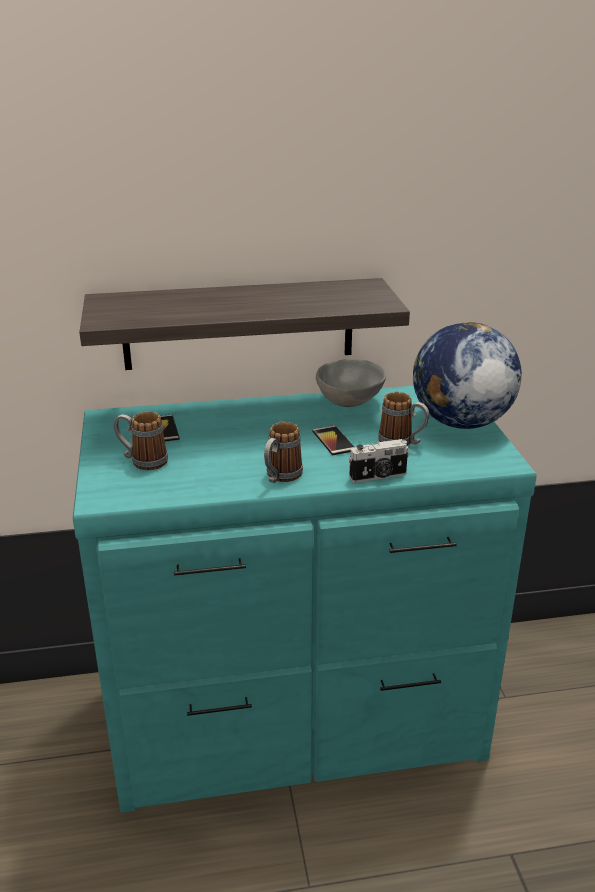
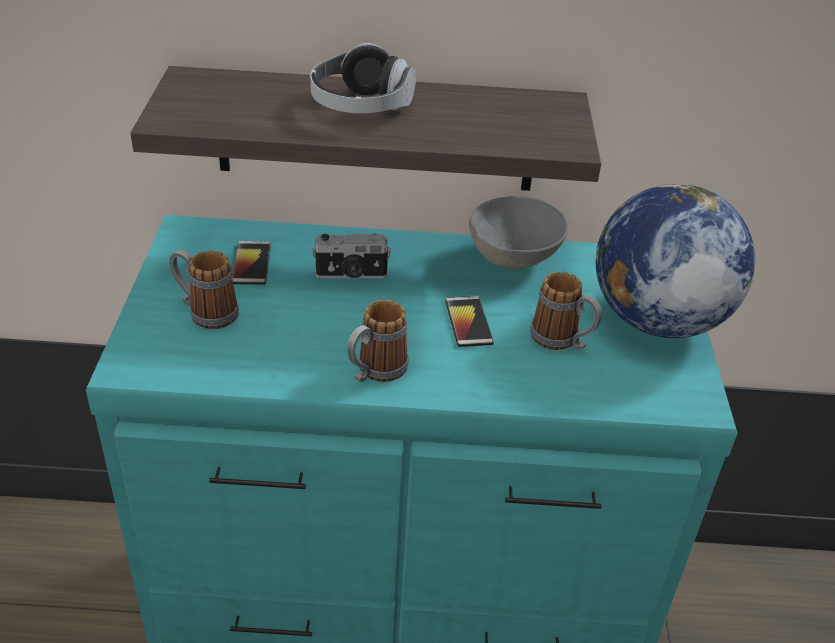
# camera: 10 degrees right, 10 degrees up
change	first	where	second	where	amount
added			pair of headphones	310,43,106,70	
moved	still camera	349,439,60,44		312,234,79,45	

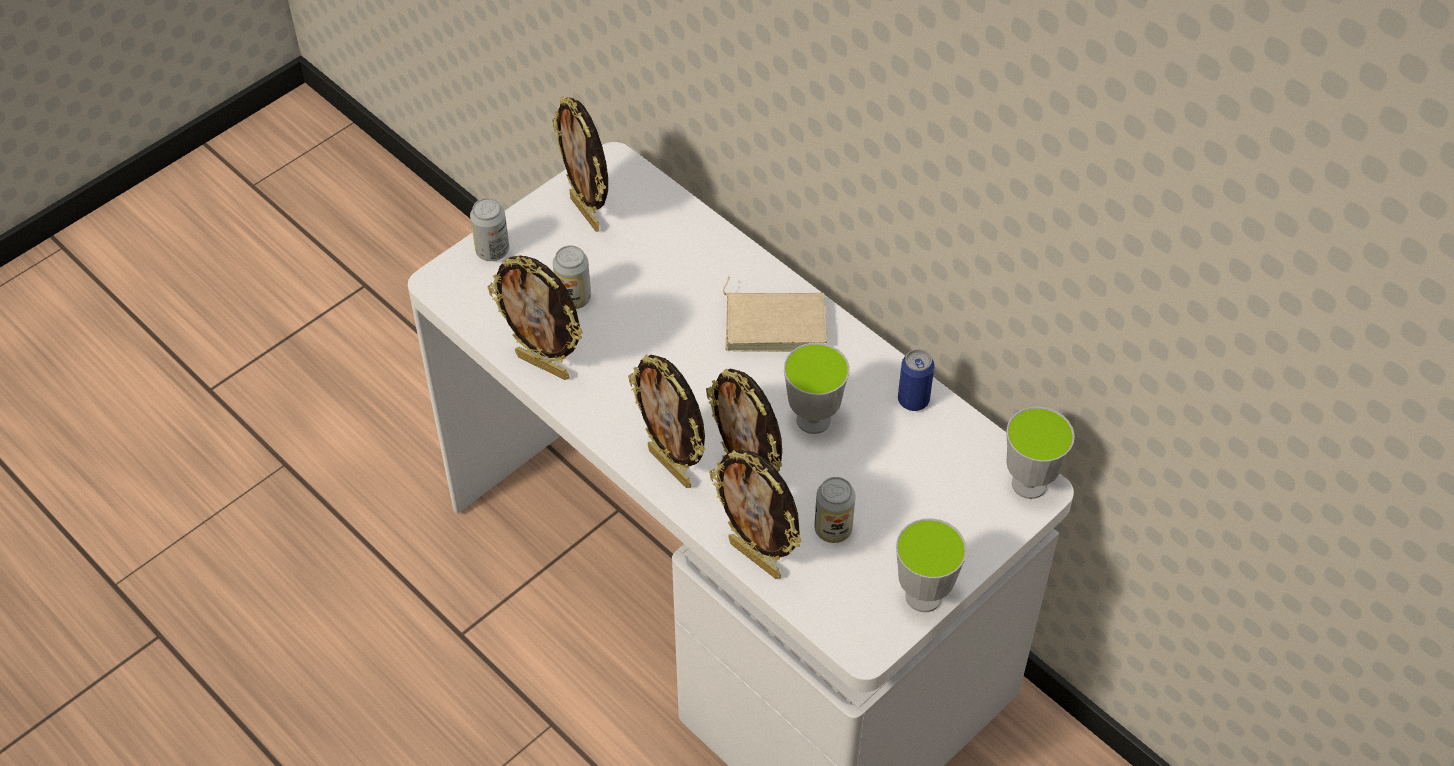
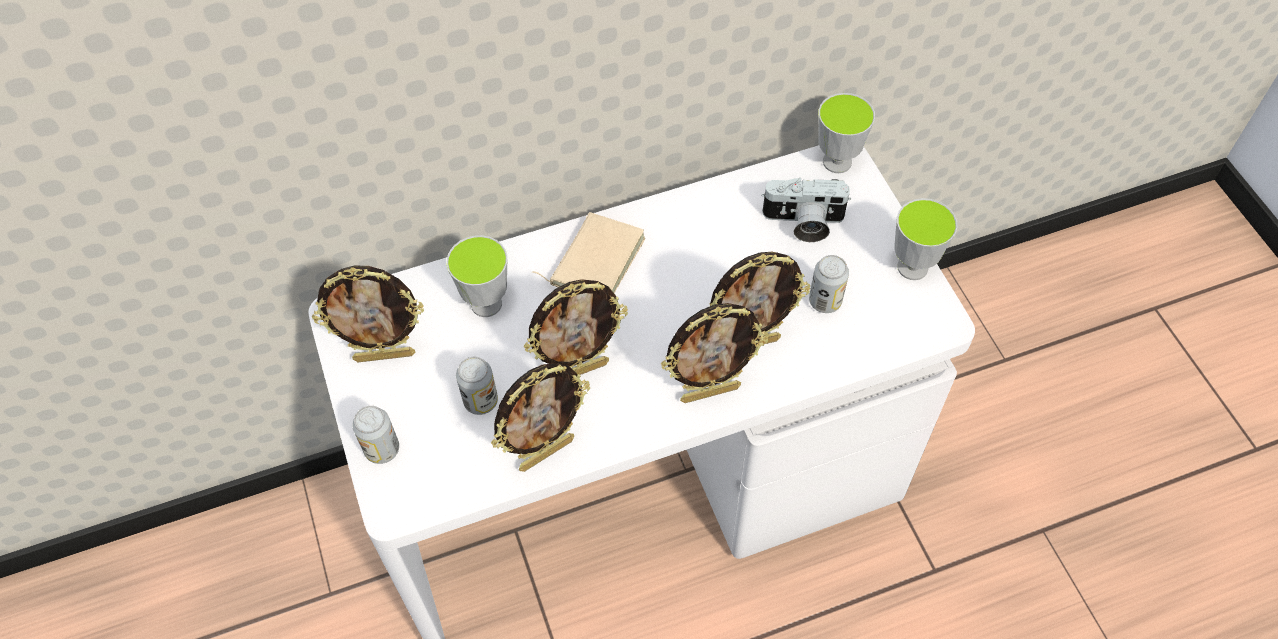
# camera: 65 degrees left, 5 degrees up
change	first	where	second	where	amount
moved	cup	784,343,66,91		446,235,62,82	
moved	standing frame	709,449,93,130		524,279,104,96	
added			still camera	761,178,90,64	
removed	metal can	898,349,36,62			

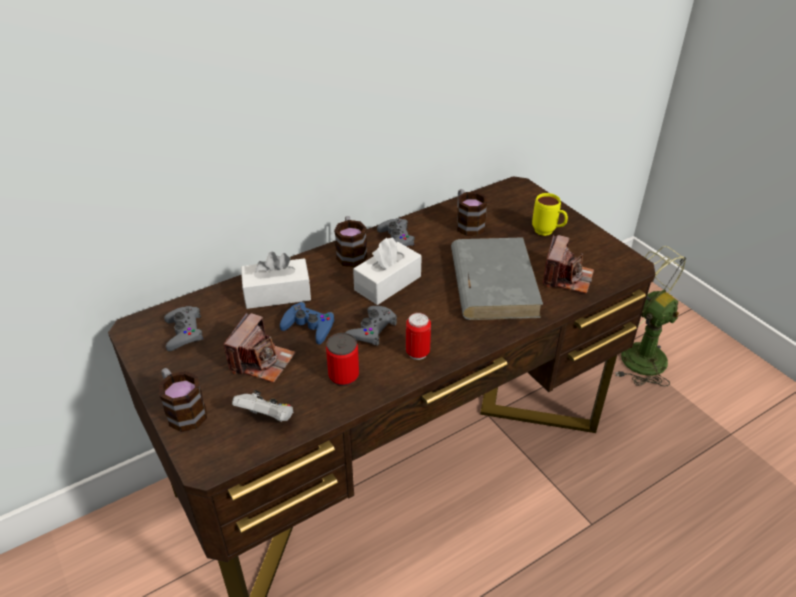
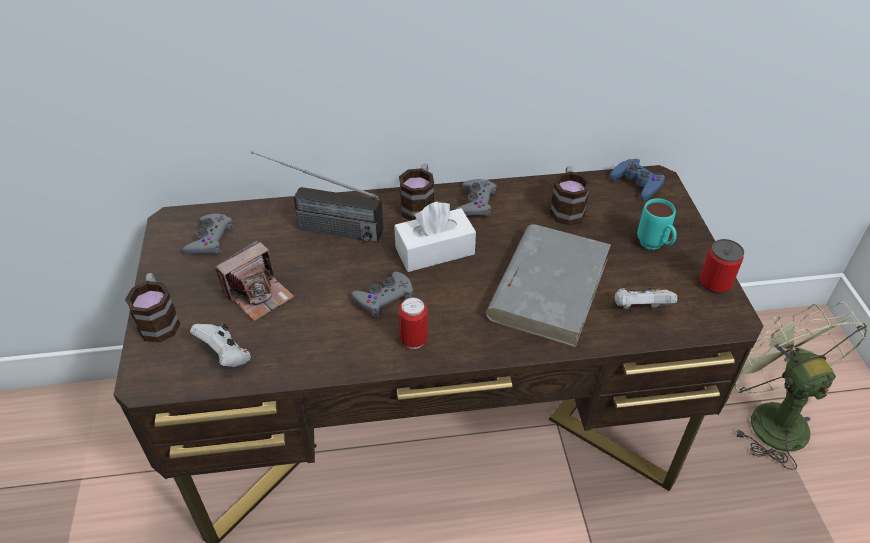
# camera: 25 degrees right, 5 degrees up
change	first	where	second	where	amount
replaced	white-coloured box of tissues	241,252,70,57	radio set	251,152,132,91	
moved	blue gamepad	280,302,54,43		610,159,55,42	
replaced	still camera	542,235,52,59	white-coloured gamepad	615,286,62,23	
recoloured	yellowish coffee mug	532,193,36,43	blue-green coffee mug	637,198,40,52	
moved	metal can	326,333,33,53		700,239,44,55	

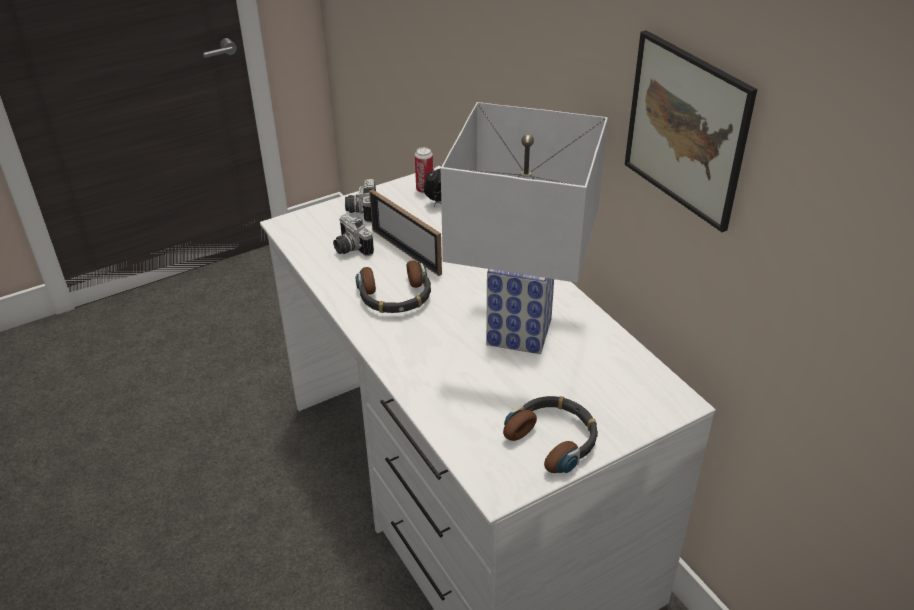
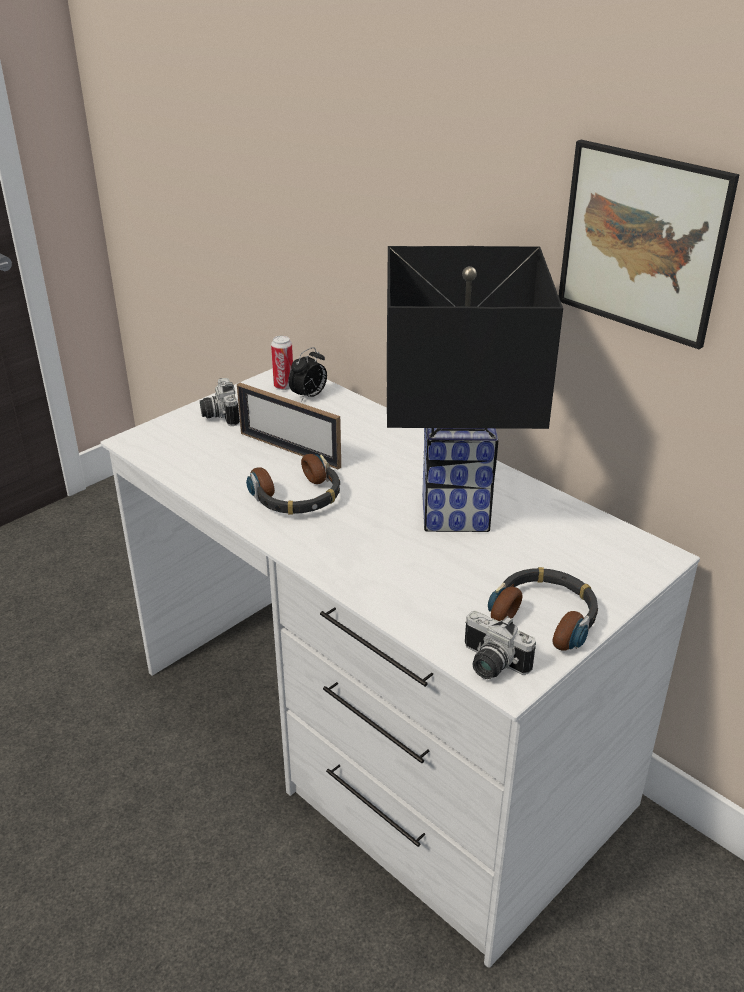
# camera: 15 degrees left, 5 degrees down
change	first	where	second	where	amount
recoloured	white-coloured table lamp	441,102,167,252	blackish table lamp	387,246,176,286	
moved	still camera	333,214,41,42		465,611,71,68	

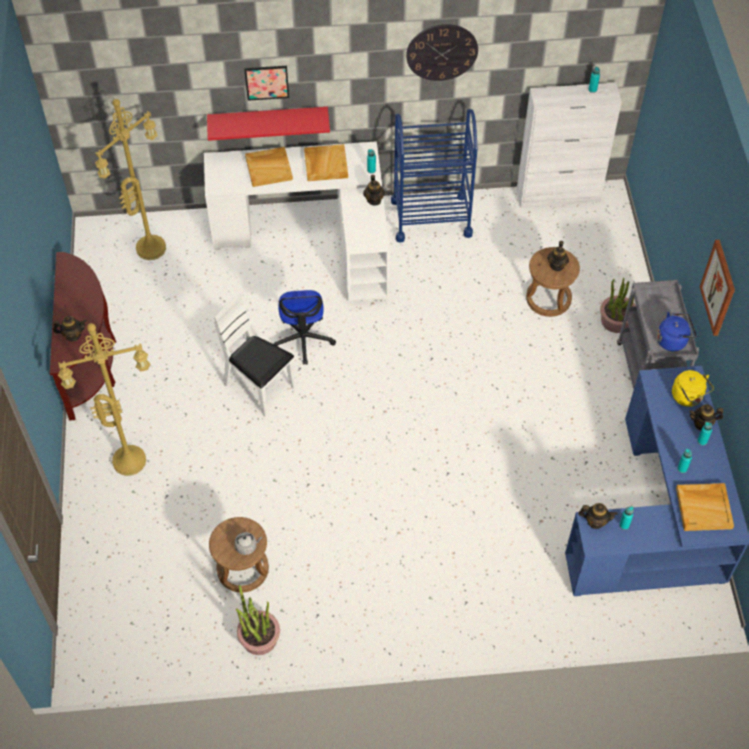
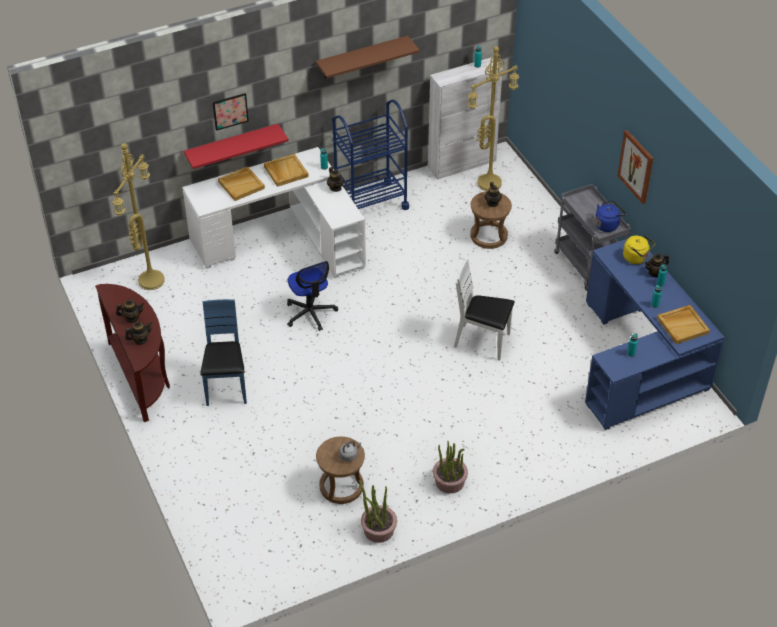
# camera: 20 degrees left, 10 degrees down
change	first	where	second	where	amount
moved	teapot	578,503,40,26		116,299,28,24	
added			blue chair	200,299,47,107	
replaced	hanging clock	406,24,72,57	brown wall shelf	316,36,104,42	
moved	plant in a pot	600,277,36,56		433,441,35,52	
moved	white-coloured chair	214,294,81,123		454,259,61,102	
moved	yellowish standing lamp	58,323,92,153		468,46,51,145	

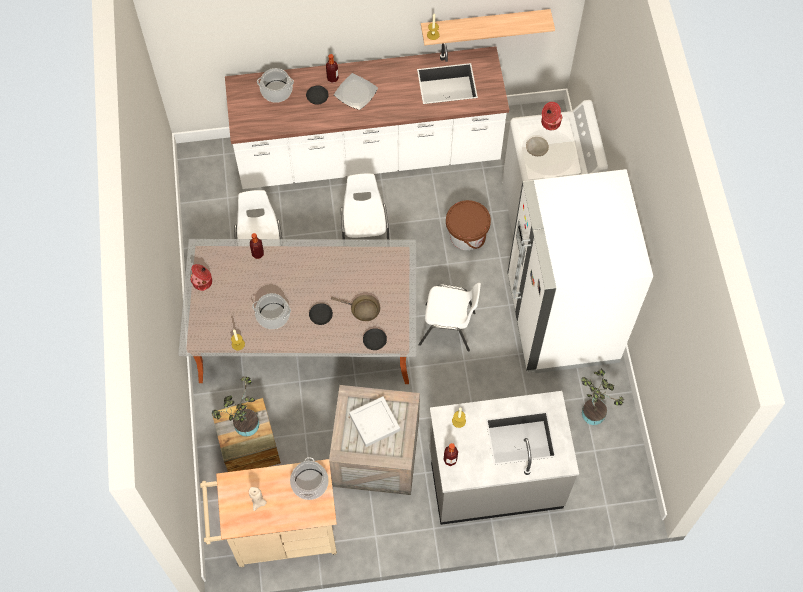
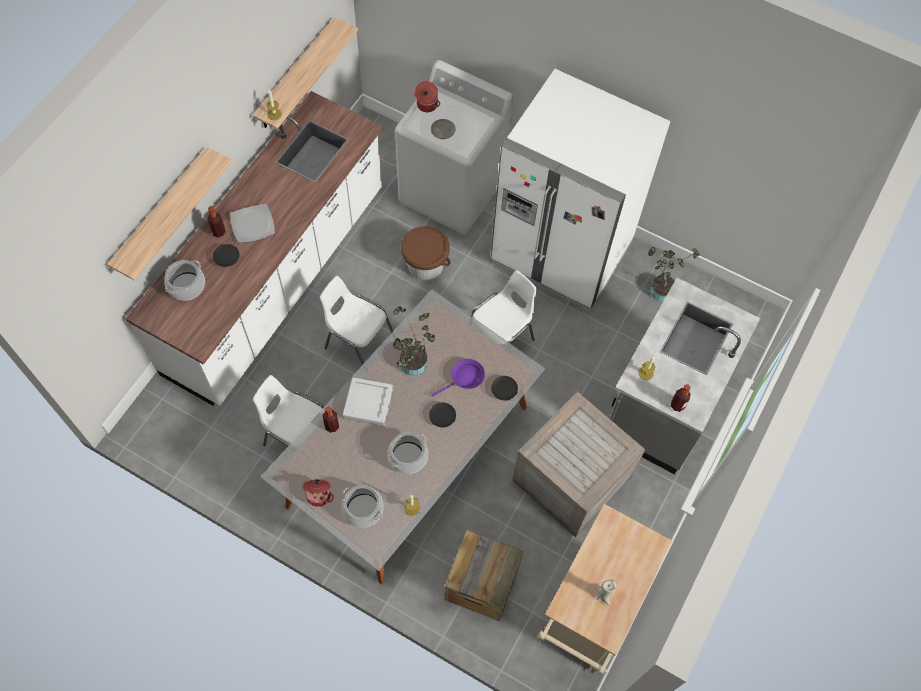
# camera: 55 degrees left, 0 degrees up
change	first	where	second	where	amount
added			wall shelf	107,147,125,133	
moved	stockpot	290,457,39,43		342,485,42,43	
moved	greyish tray	349,396,51,51		343,377,50,49	
moved	plant in a pot	212,377,47,60		393,306,42,70	
recoloured	brown pan	331,295,49,26	purplish pan	432,359,53,38	

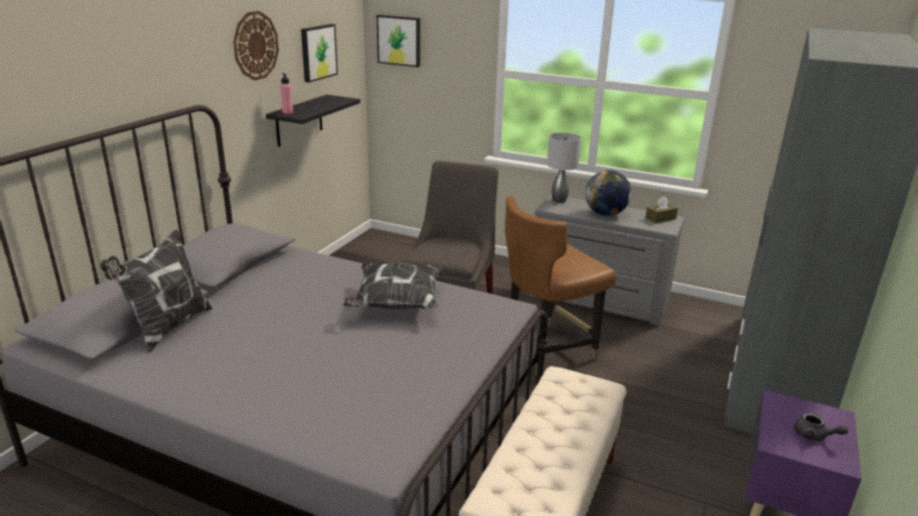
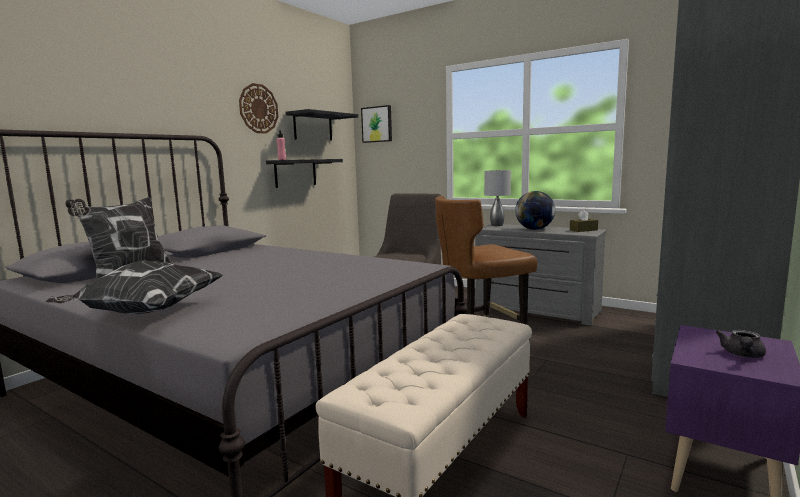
# camera: 10 degrees right, 15 degrees down
change	first	where	second	where	amount
moved	cushion	343,263,99,46		46,260,177,54	
replaced	picture	301,24,37,59	blackish wall shelf	286,109,72,32	
turned	greyish teapot	794,413,54,28		716,330,50,28	75 degrees clockwise

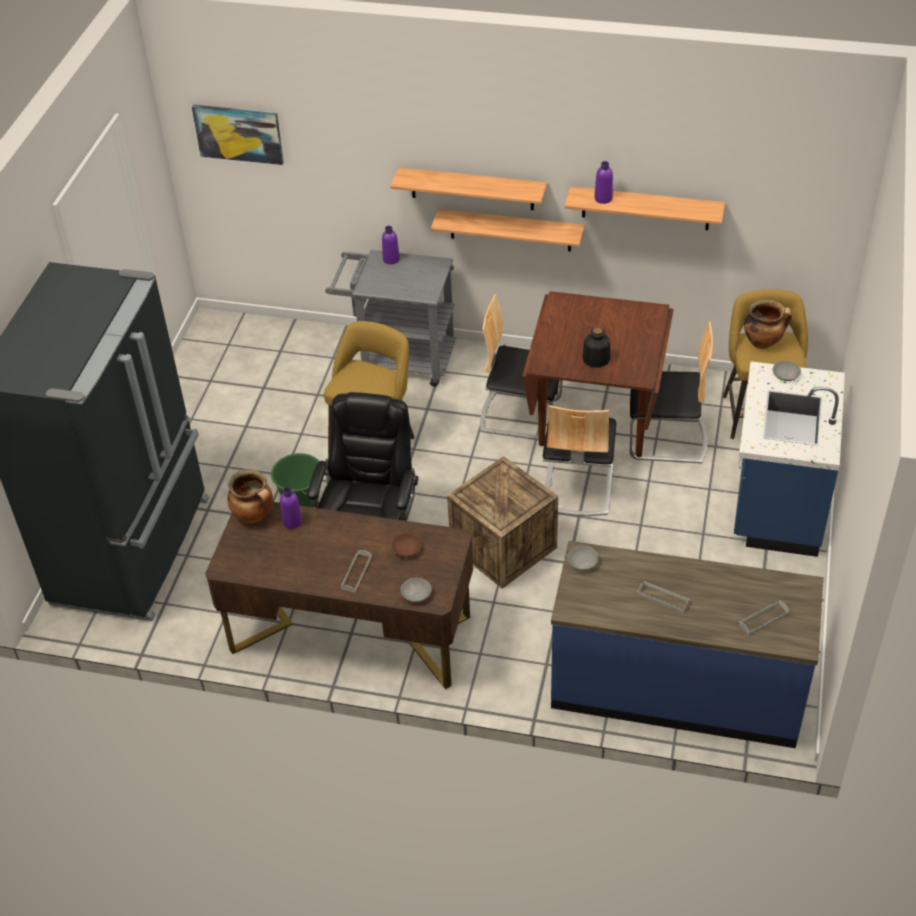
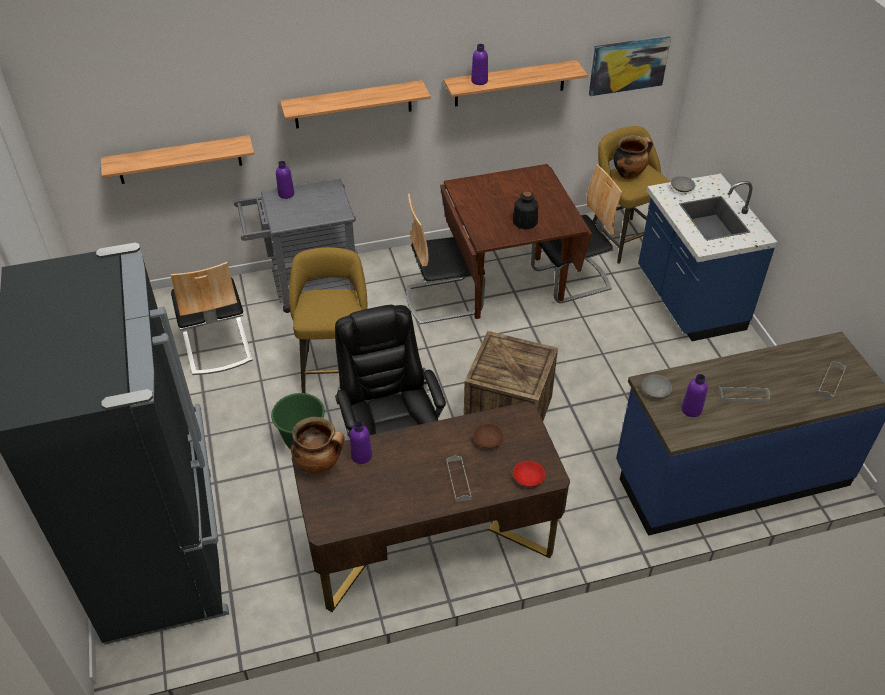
# camera: 30 degrees left, 0 degrees up
change	first	where	second	where	amount
moved	wall shelf	431,209,154,42		101,135,153,49	
moved	chair	543,405,73,111		171,262,82,113	
recoloured	greyish serving bowl	401,578,31,24	red-coloured serving bowl	513,461,32,26	
moved	picture	192,105,92,60		589,36,82,60	
added			purplish beverage bottle	681,374,27,43	

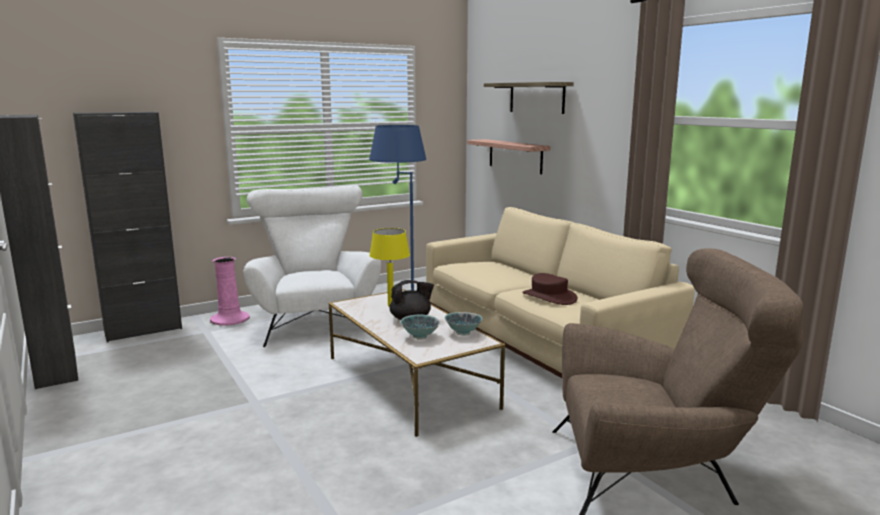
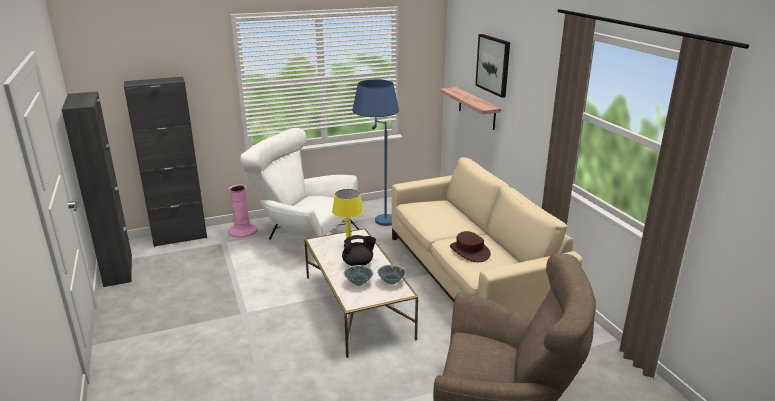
# camera: 10 degrees right, 10 degrees up
change	first	where	second	where	amount
turned	white-coloured easy chair	244,185,137,162		240,128,119,111	60 degrees counterclockwise
replaced	wall shelf	484,82,90,32	picture	475,34,35,64	

